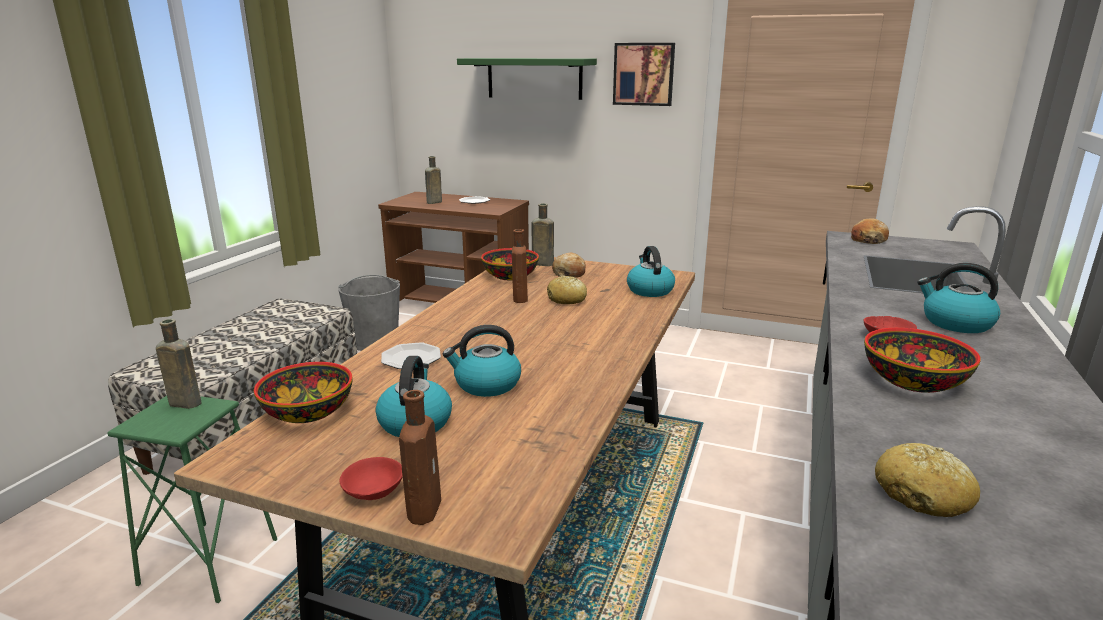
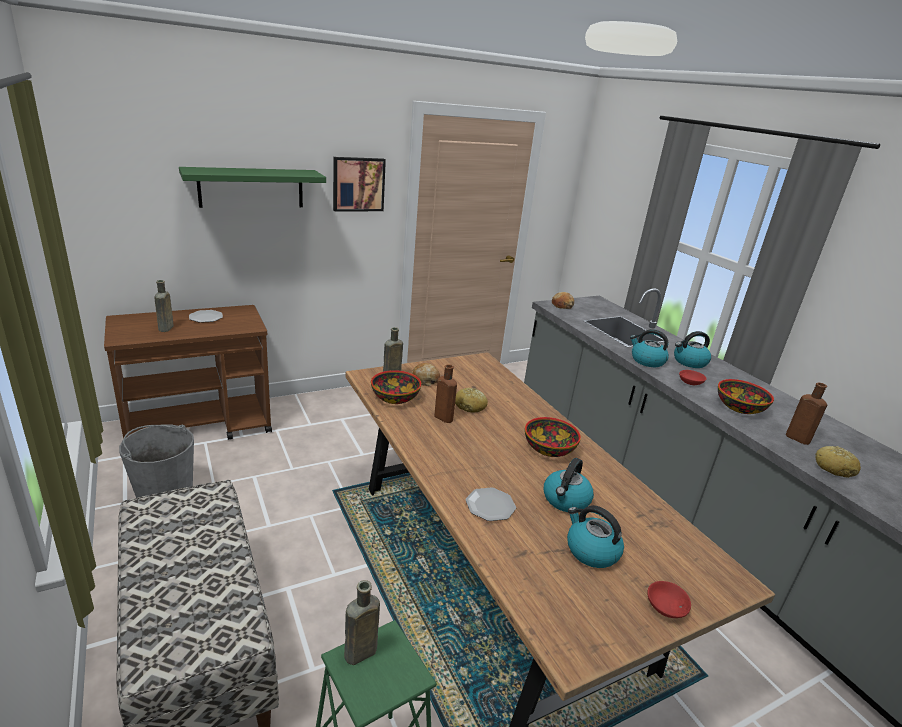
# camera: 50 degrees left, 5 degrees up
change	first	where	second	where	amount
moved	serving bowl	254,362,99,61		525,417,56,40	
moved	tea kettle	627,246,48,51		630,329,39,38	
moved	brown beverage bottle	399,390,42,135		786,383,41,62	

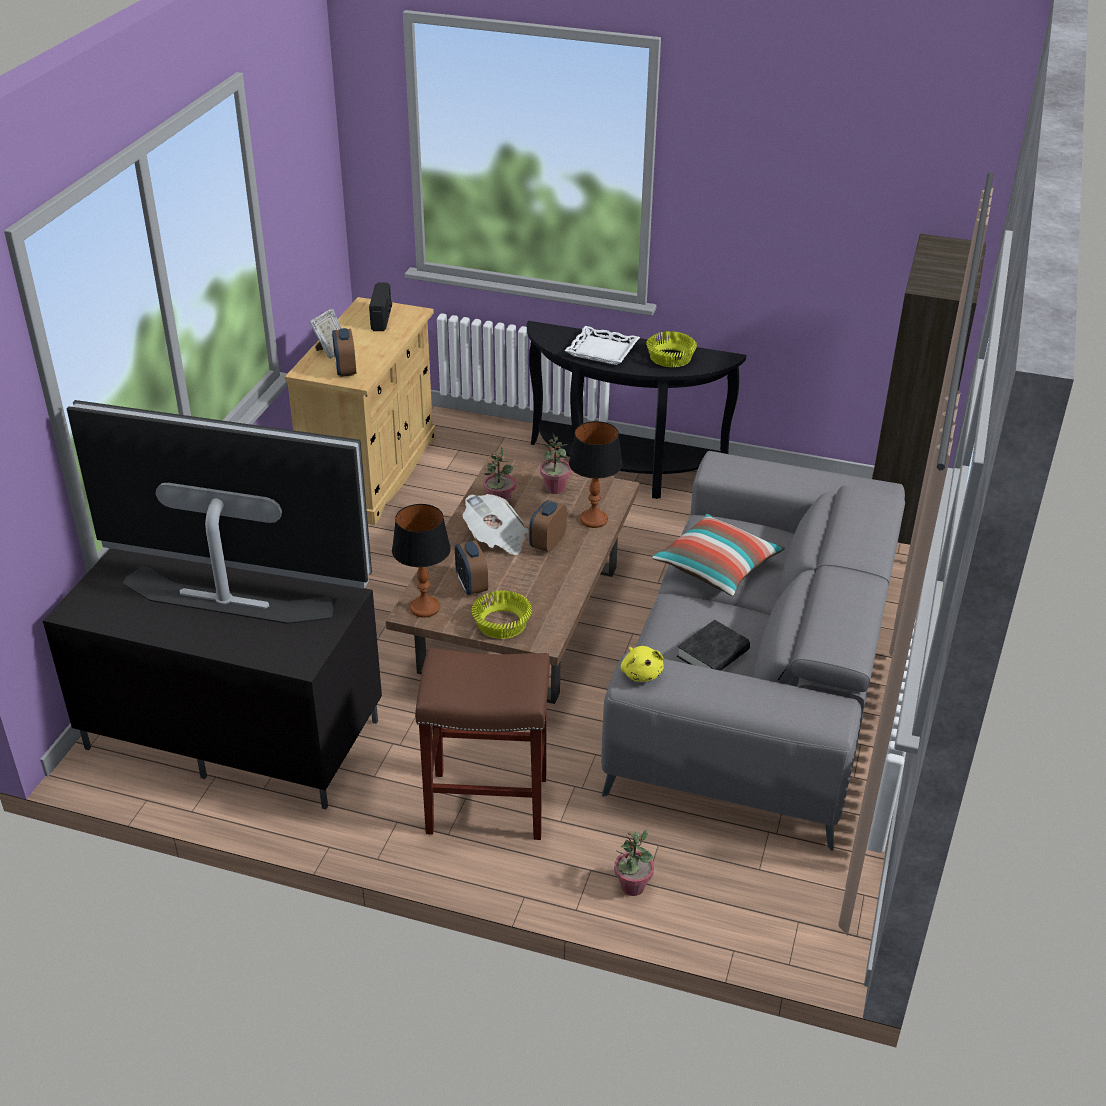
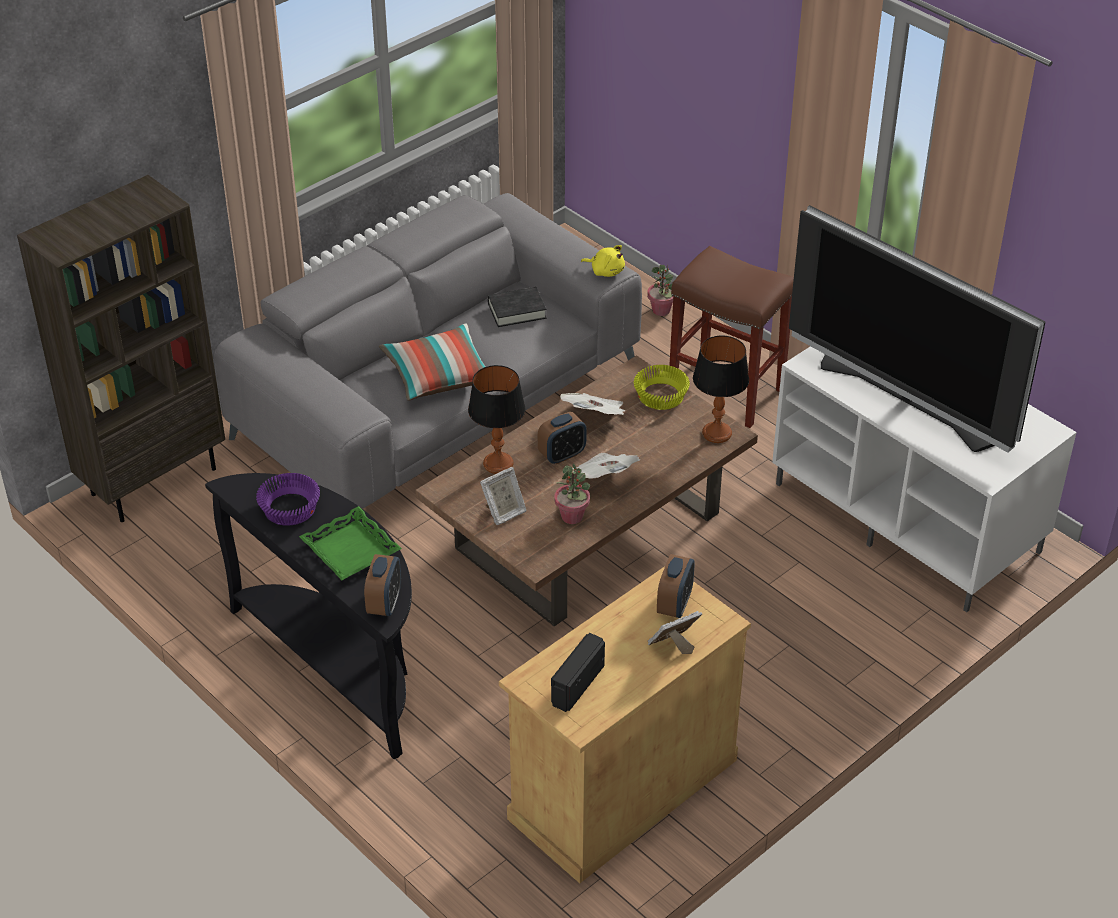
# camera: 150 degrees left, 5 degrees up
change	first	where	second	where	amount
recoloured	yellowish serving bowl	646,331,51,36	purplish serving bowl	256,473,64,53	
recoloured	white-coloured tray	564,326,76,39	greenish tray	299,506,103,74	
moved	bedside clock	455,541,33,54		364,554,37,62	
replaced	plant in a pot	540,434,32,60	standing frame	480,467,47,58	
added			printed paper	560,393,65,22	
turned	yellowish cuddly toy	621,646,43,36		581,245,44,32	105 degrees clockwise
recoloured	blackish tv unit	43,548,339,261	white-coloured tv unit	772,346,305,266	

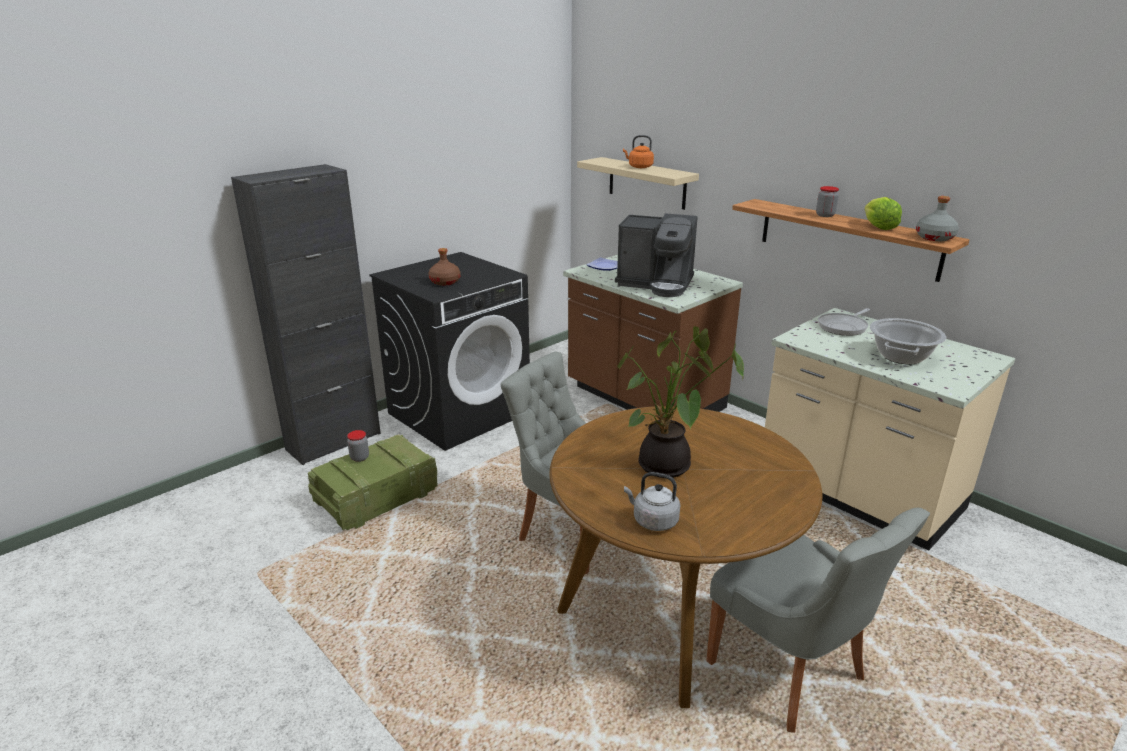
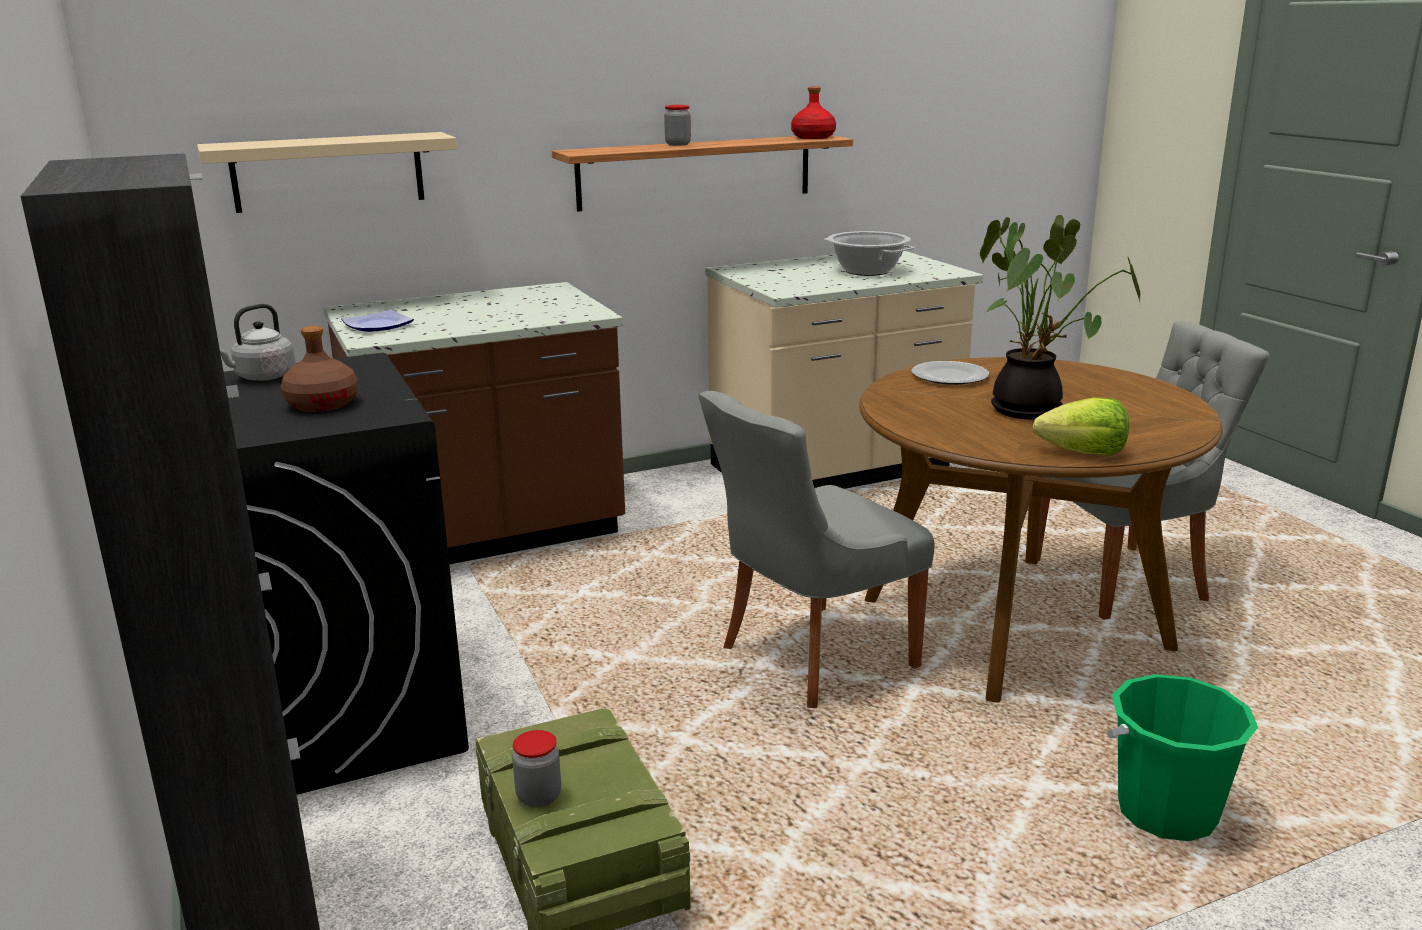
# camera: 70 degrees left, 5 degrees down
change	first	where	second	where	amount
moved	greyish tea kettle	624,472,56,59		220,304,76,77	
recoloured	greyish beverage bottle	916,196,43,45	red-coloured beverage bottle	791,87,45,52	
added			plate	911,361,78,24	
moved	lettuce head	864,197,38,33		1032,397,97,58	
added			greenish bucket	1107,674,151,167	
removed	coffee brewer	615,213,83,84			
removed	orangey tea kettle	623,135,31,33			
removed	pan	818,308,52,28			

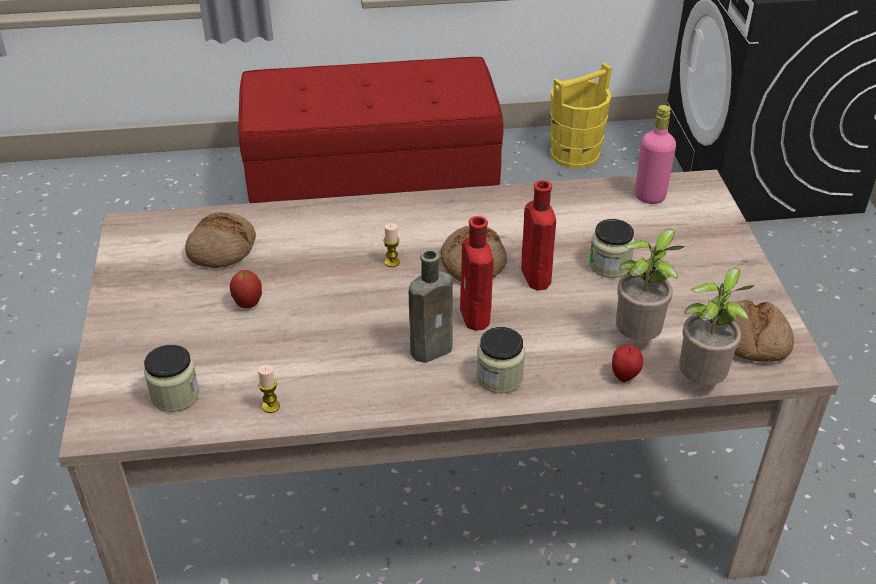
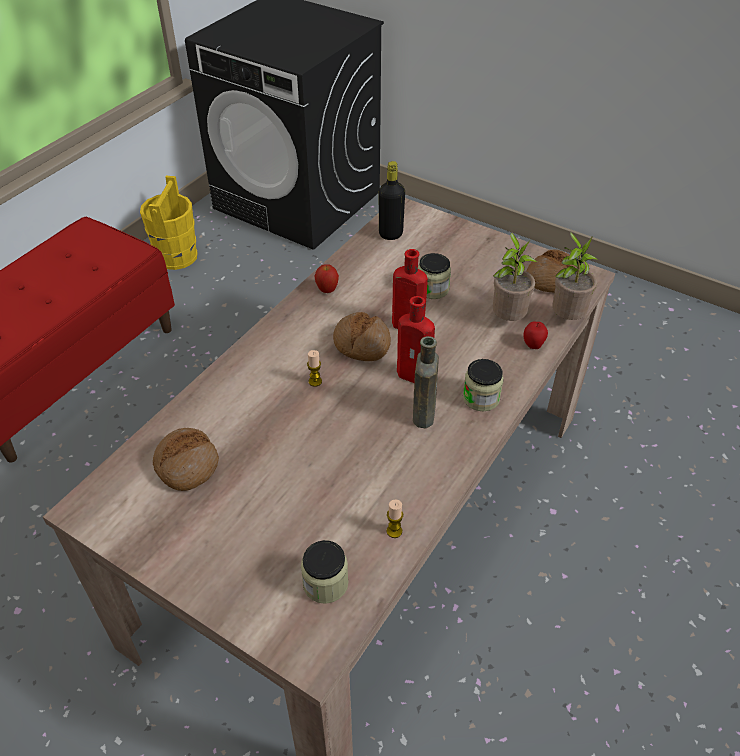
# camera: 50 degrees left, 5 degrees up
change	first	where	second	where	amount
moved	apple	230,270,32,38		314,264,25,29	
recoloured	pink beverage bottle	635,105,41,99	blackish beverage bottle	379,161,26,79	

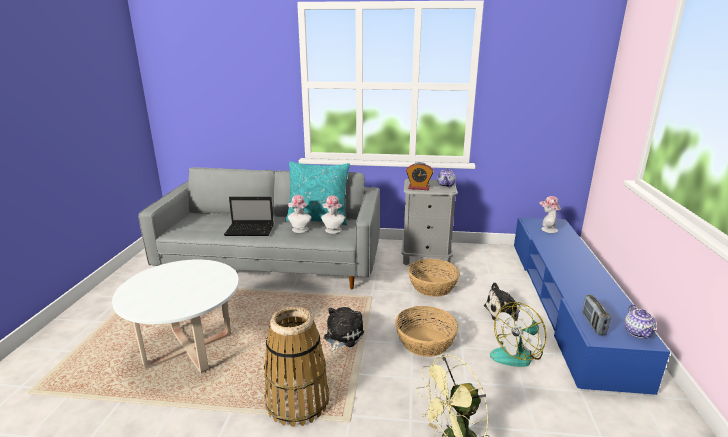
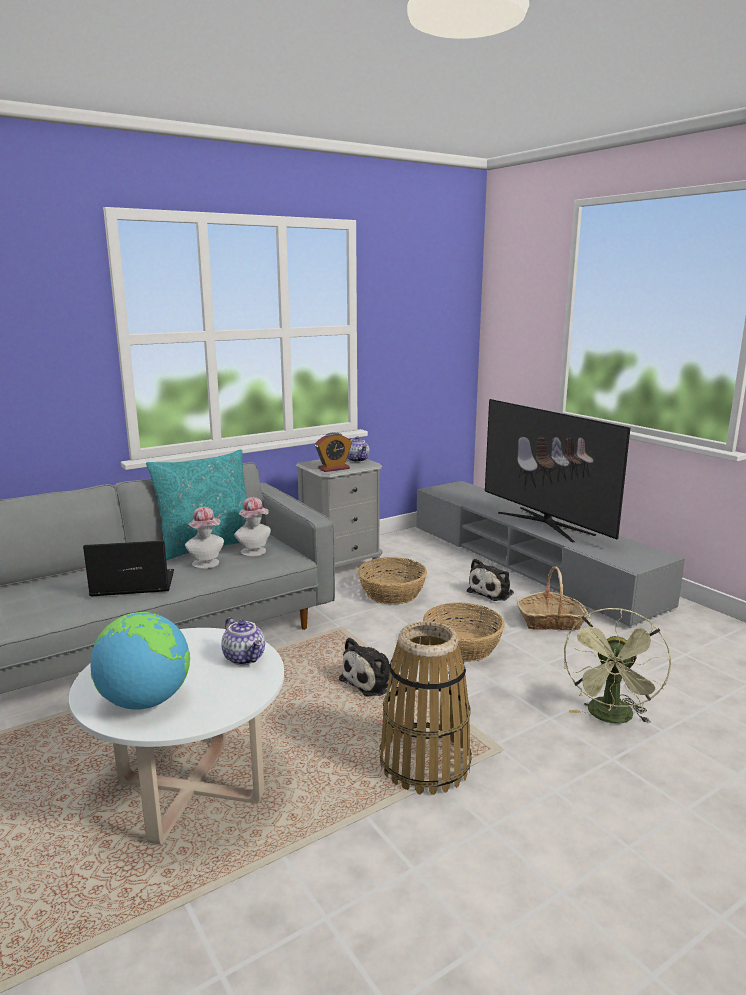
# camera: 40 degrees left, 5 degrees down
change	first	where	second	where	amount
turned	portable computer	224,197,50,39		83,540,91,56	150 degrees counterclockwise
added			world globe	90,612,100,98	
moved	teapot	624,304,32,34		221,617,44,48	
turned	cuddly toy	324,307,40,45		339,637,60,59	120 degrees counterclockwise
recoloured	blue tv unit	514,217,156,180	greyish tv unit	416,481,269,147	
added			TV set	485,399,145,143	
replaced	fan	490,302,56,65	basket	517,566,71,64	
removed	wearable hat	540,196,21,37			
removed	radio set	582,295,29,40			

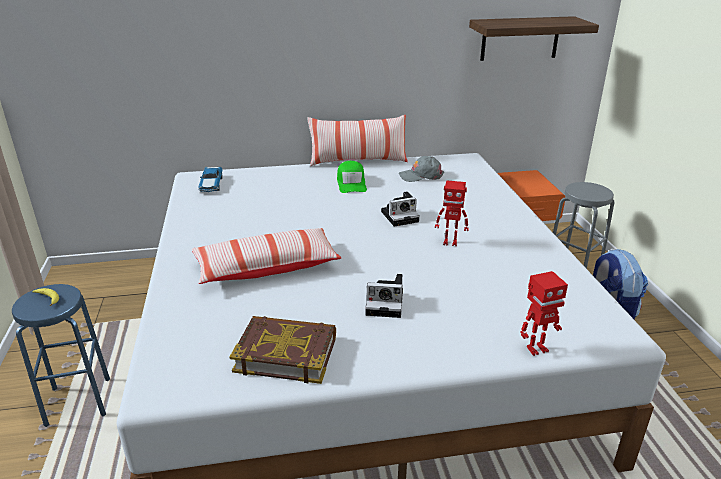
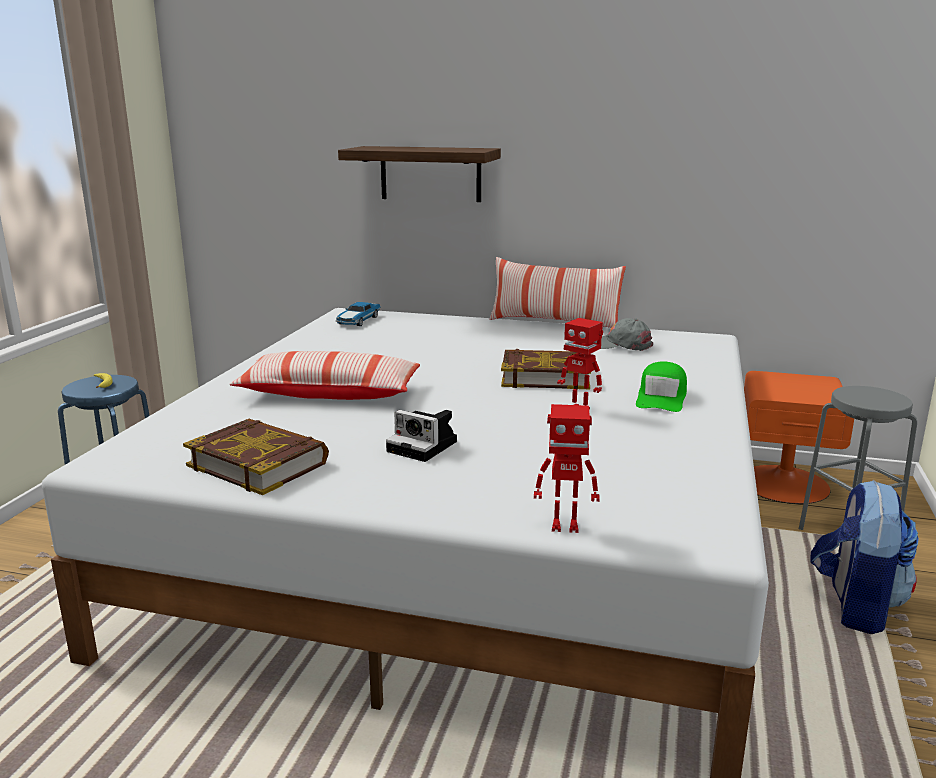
# camera: 25 degrees right, 10 degrees down
change	first	where	second	where	amount
moved	wall shelf	469,16,130,45		338,146,163,56	
replaced	still camera	381,192,39,35	bound book	501,349,90,41	
moved	greenish baseball cap	337,161,30,32		636,361,51,51	

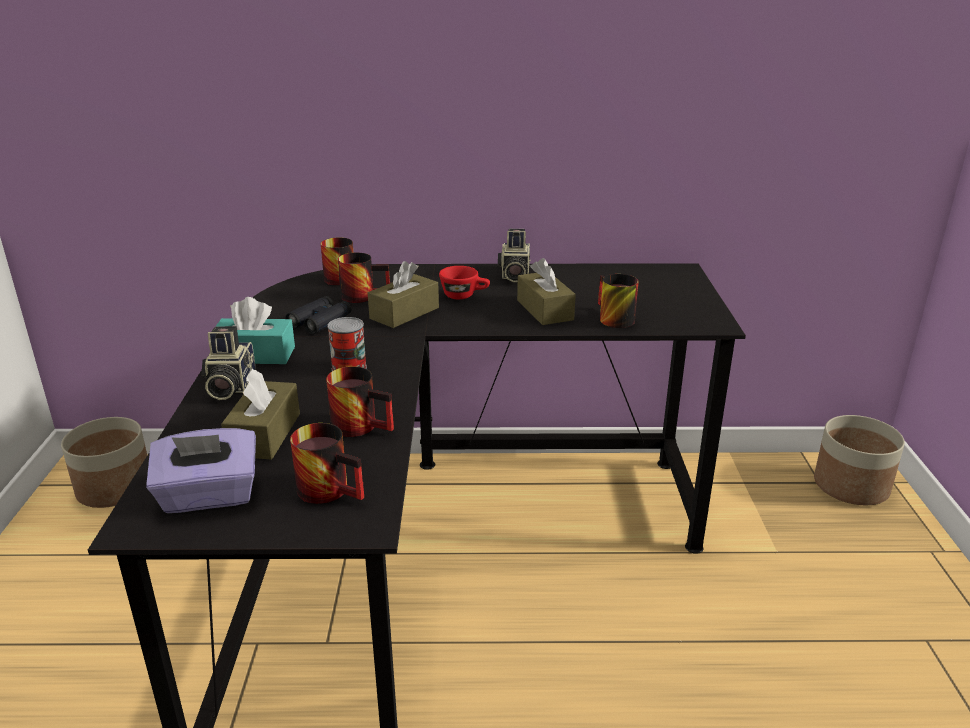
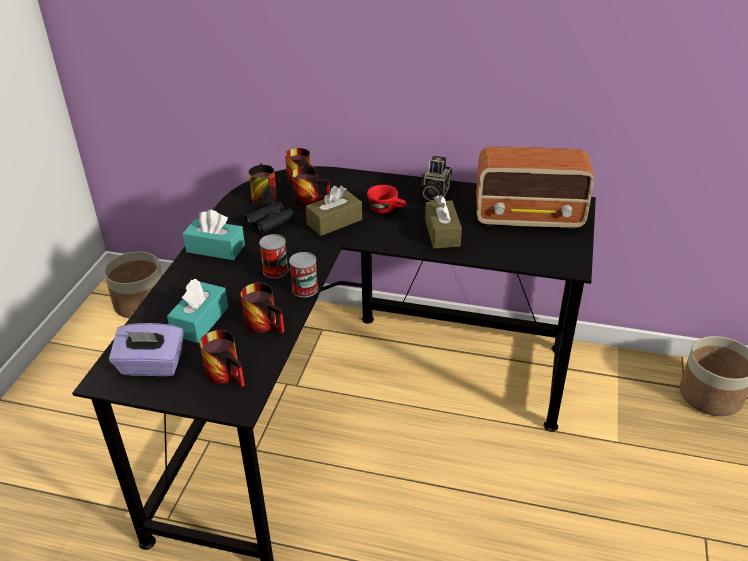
# camera: 15 degrees right, 10 degrees up
change	first	where	second	where	amount
recoloured	brown box of tissues	221,368,79,92	blue-green box of tissues	167,279,61,64	
moved	coffee mug	598,274,41,54		249,163,28,42	
added			metal can	289,252,29,45	
added			radio set	476,147,118,82	
removed	still camera	201,326,54,74			

